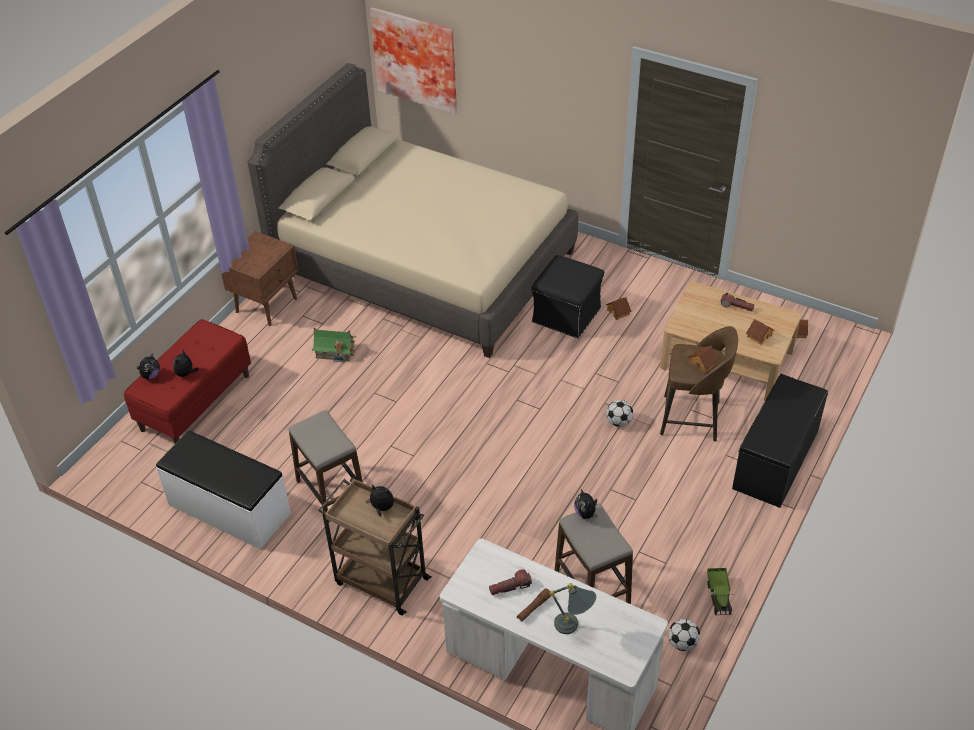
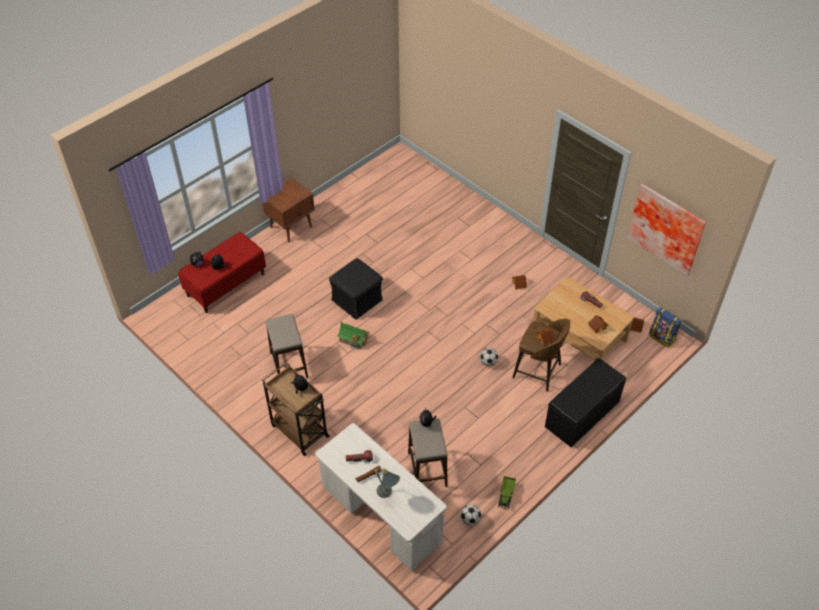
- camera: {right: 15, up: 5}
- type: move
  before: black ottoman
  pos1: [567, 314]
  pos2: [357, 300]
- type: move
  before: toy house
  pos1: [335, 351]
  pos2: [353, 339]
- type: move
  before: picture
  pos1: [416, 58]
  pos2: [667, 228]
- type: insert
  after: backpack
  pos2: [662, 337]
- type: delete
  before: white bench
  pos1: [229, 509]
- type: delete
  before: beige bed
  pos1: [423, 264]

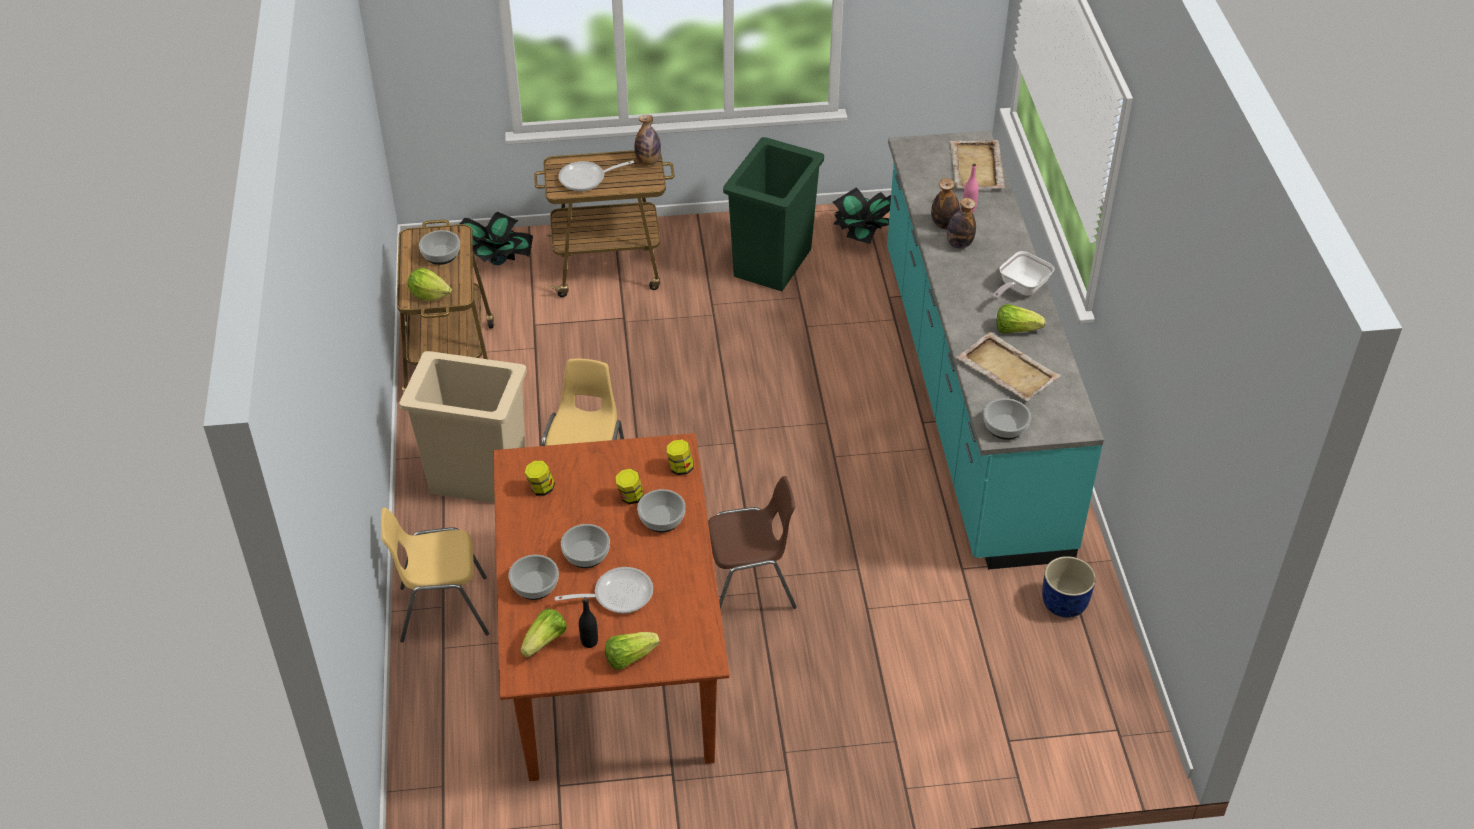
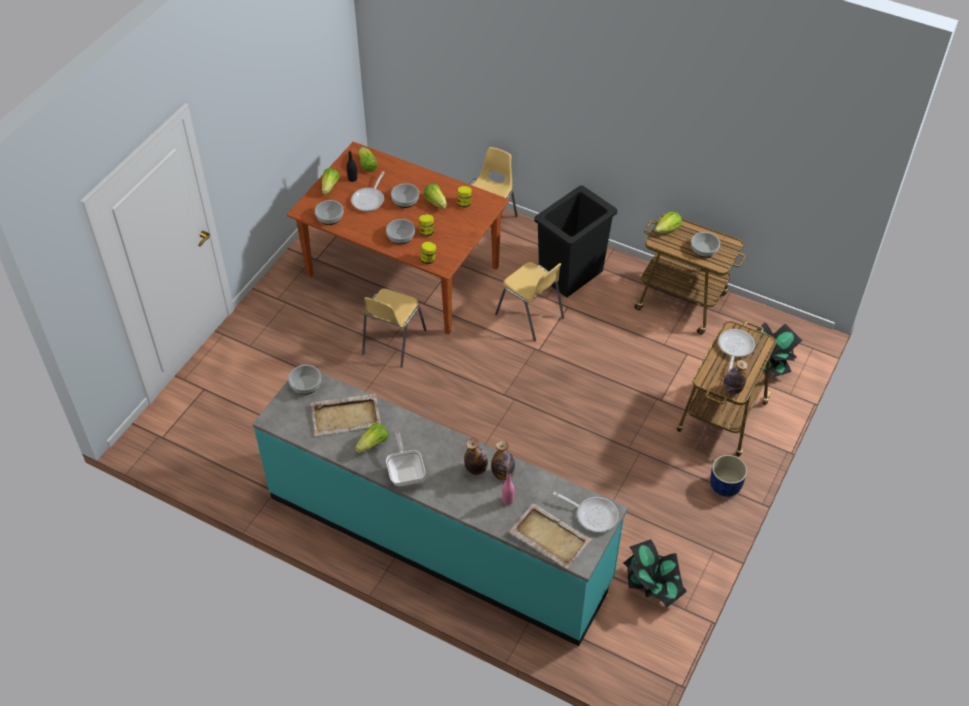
- camera: {right: 125, up: 5}
- type: move
  before: bowl
  pos1: [535, 585]
  pos2: [329, 217]
- type: recolor
  before: brown chair
  after: yellow chair
  pos1: [748, 589]
  pos2: [393, 342]
- type: insert
  after: lettuce
  pos2: [435, 202]
- type: recolor
  before: beige trash can
  after: black trash can
  pos1: [477, 477]
  pos2: [572, 274]
- type: insert
  after: frying pan
  pos2: [593, 514]
- type: move
  before: blue planter
  pos1: [1064, 603]
  pos2: [725, 486]
- type: delete
  before: green trash can
  pos1: [771, 263]

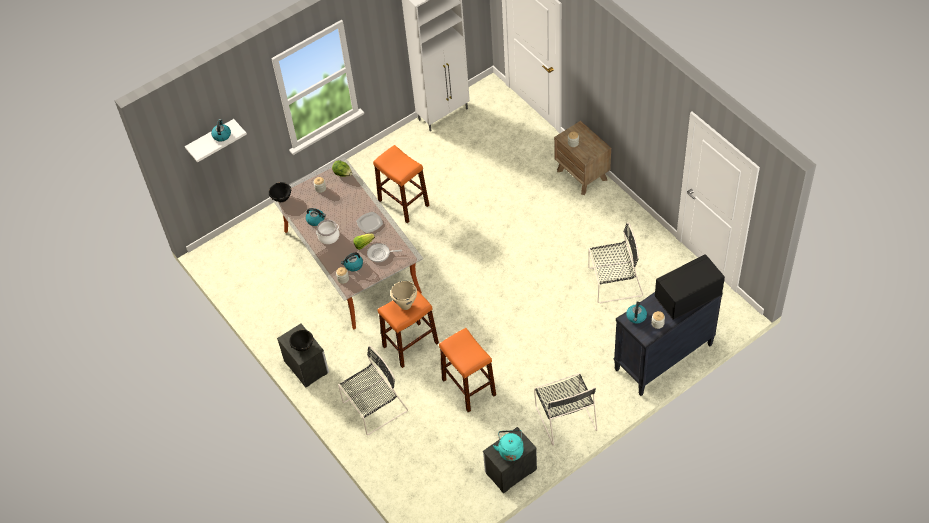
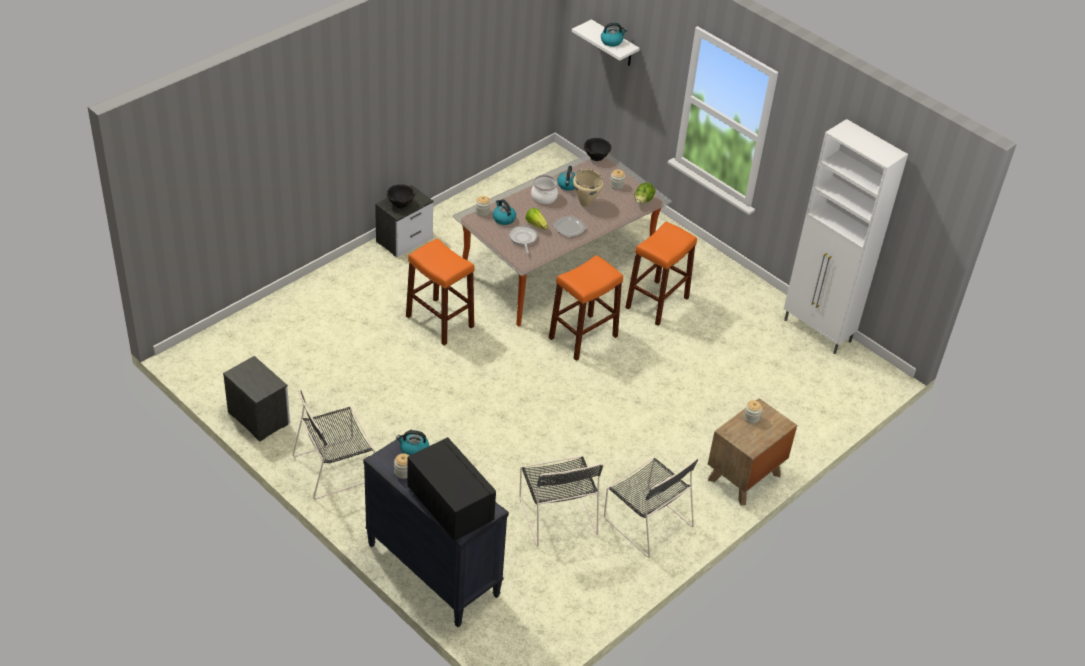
- camera: {right: 75, up: -10}
- type: move
  before: orange stool
  pos1: [469, 387]
  pos2: [583, 337]
- type: move
  before: beige cooking pot
  pos1: [405, 305]
  pos2: [586, 203]
- type: move
  before: black chair
  pos1: [373, 408]
  pos2: [646, 520]
- type: delete
  before: turquoise kettle
  pos1: [510, 450]

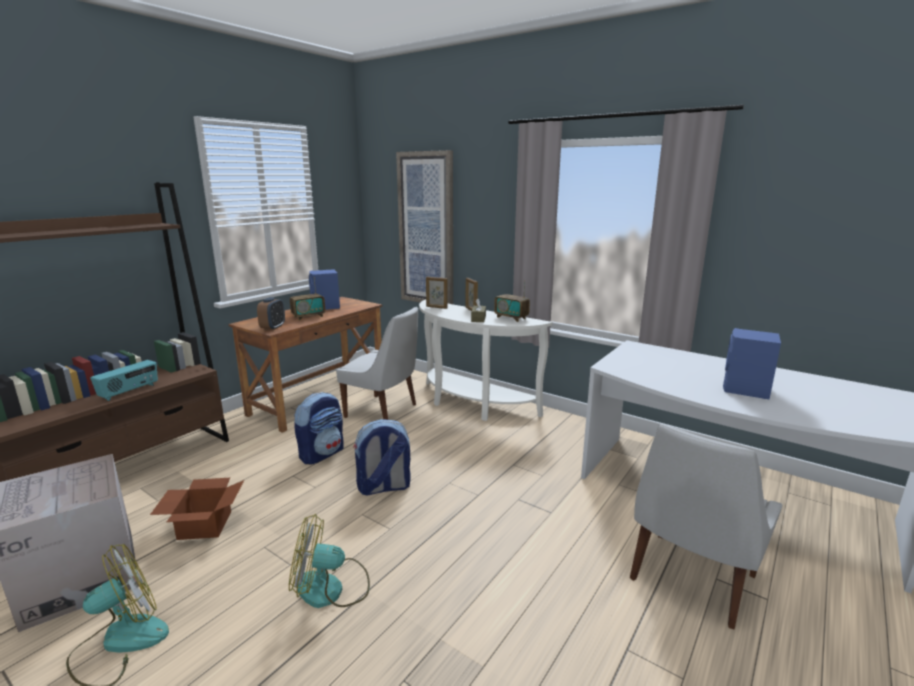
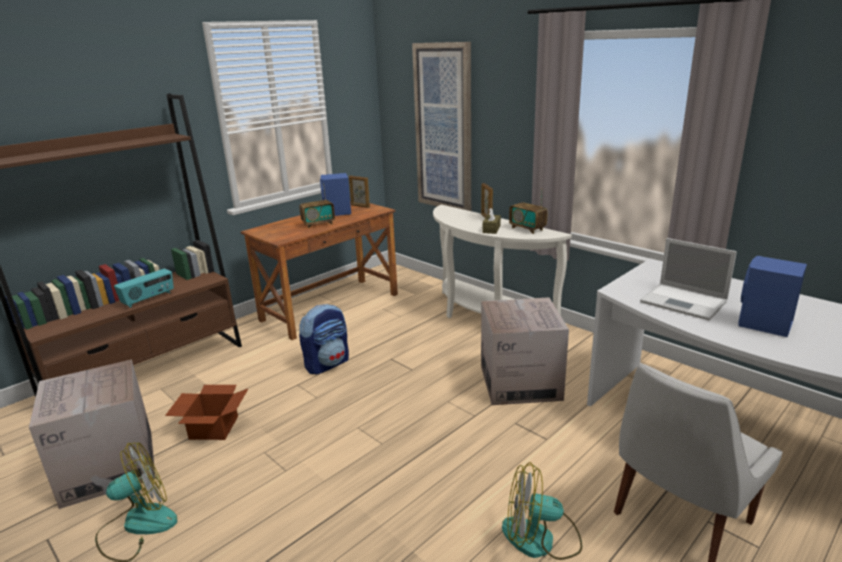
- camera: {right: 10, up: 5}
- type: move
  before: picture frame
  pos1: [436, 307]
  pos2: [360, 206]
- type: insert
  after: cardboard box
  pos2: [520, 382]
- type: move
  before: fan
  pos1: [331, 589]
  pos2: [540, 538]
- type: insert
  after: laptop
  pos2: [685, 302]
- type: delete
  before: alarm clock
  pos1: [273, 327]
- type: delete
  before: white chair
  pos1: [383, 411]
- type: delete
  before: backpack
  pos1: [384, 487]

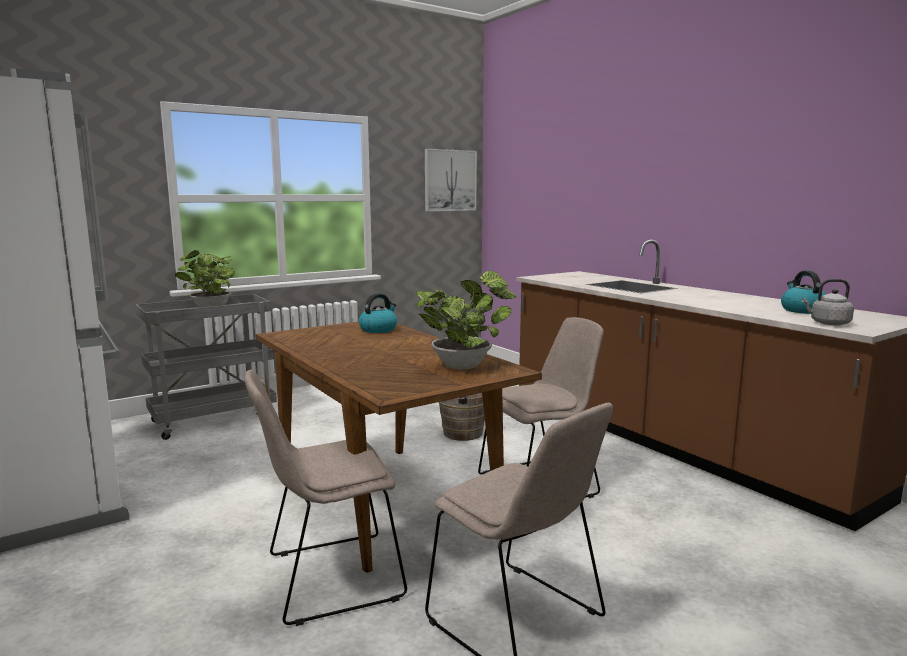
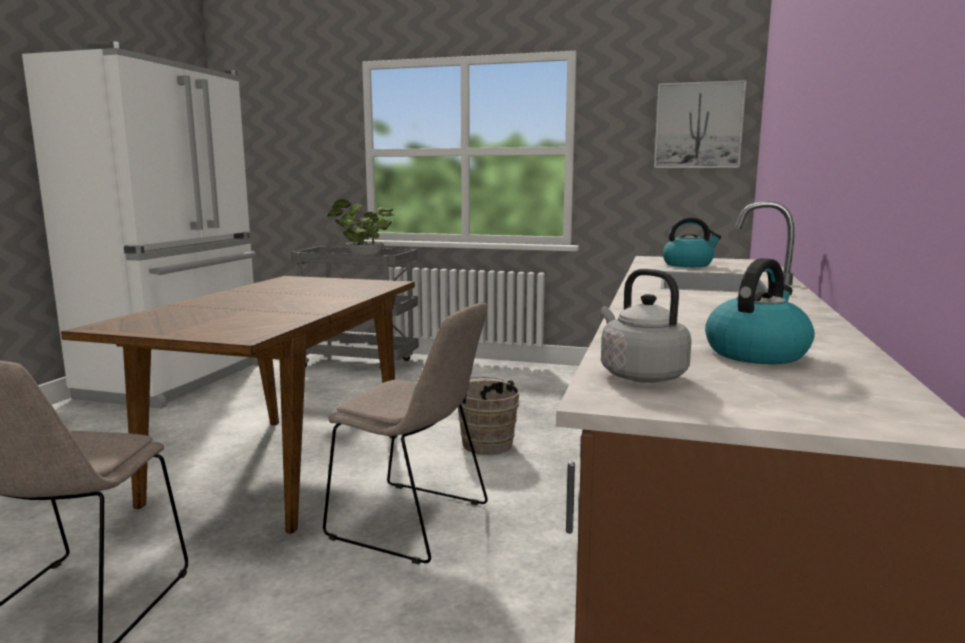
- camera: {right: 50, up: 0}
- type: move
  before: kettle
  pos1: [378, 329]
  pos2: [688, 264]
- type: delete
  before: beige chair
  pos1: [328, 578]
- type: delete
  before: potted plant
  pos1: [465, 365]

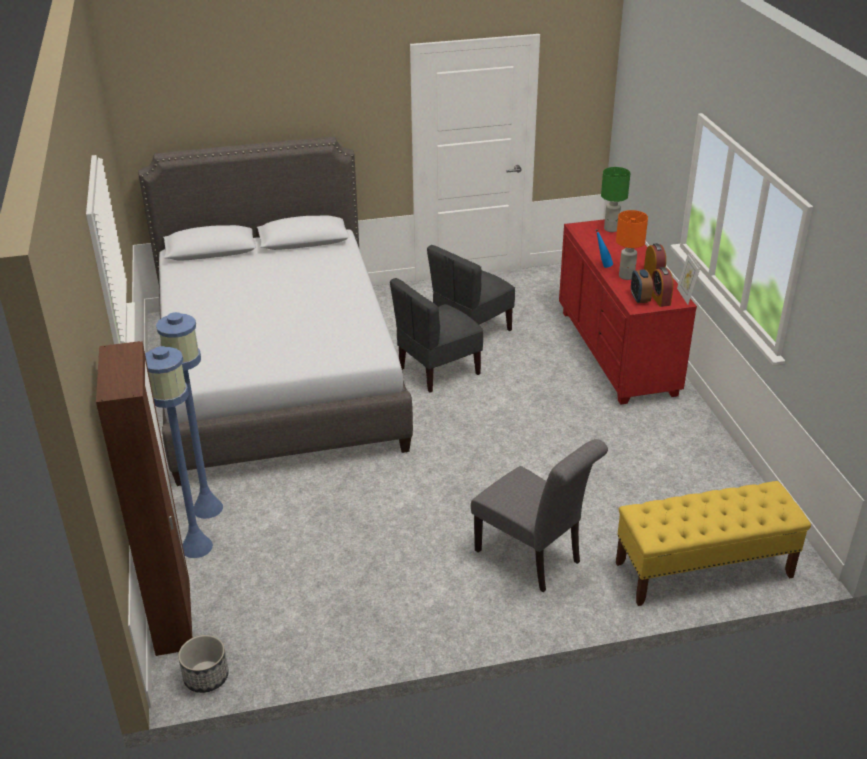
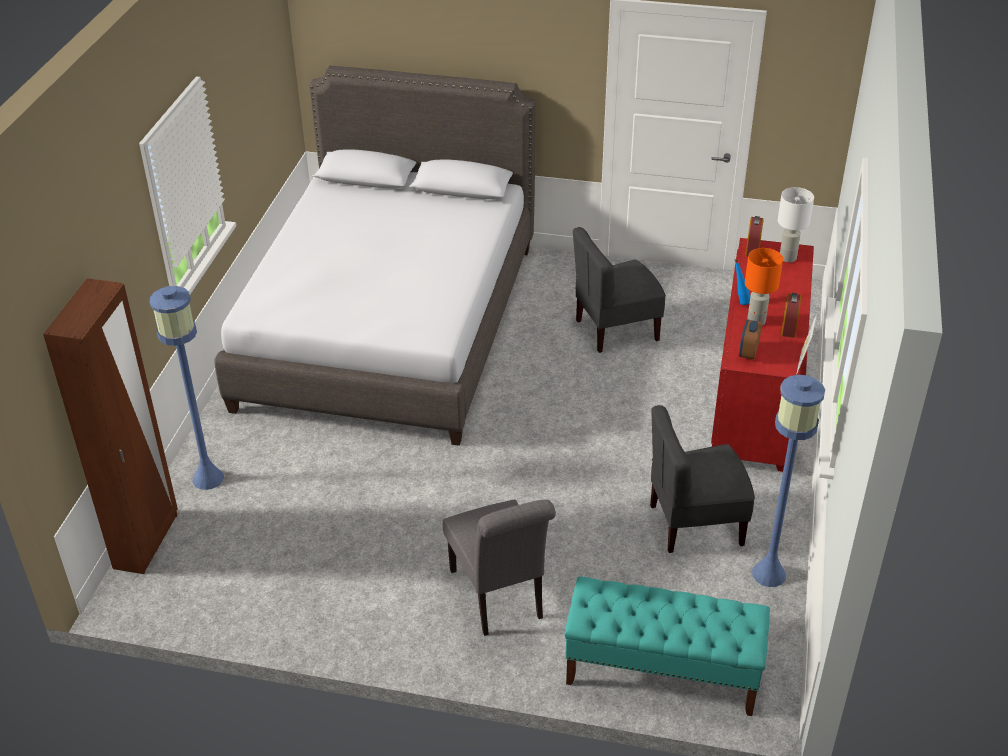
- camera: {right: 25, up: 5}
- type: recolor
  before: yellow bench
  after: turquoise bench
  pos1: [703, 570]
  pos2: [661, 672]
- type: move
  before: grey chair
  pos1: [438, 371]
  pos2: [695, 524]
- type: move
  before: alarm clock
  pos1: [660, 299]
  pos2: [752, 249]
- type: move
  before: blue floor lamp
  pos1: [207, 508]
  pos2: [768, 574]
- type: recolor
  before: green table lamp
  after: white table lamp
  pos1: [611, 229]
  pos2: [788, 258]
- type: delete
  before: planter
  pos1: [206, 677]

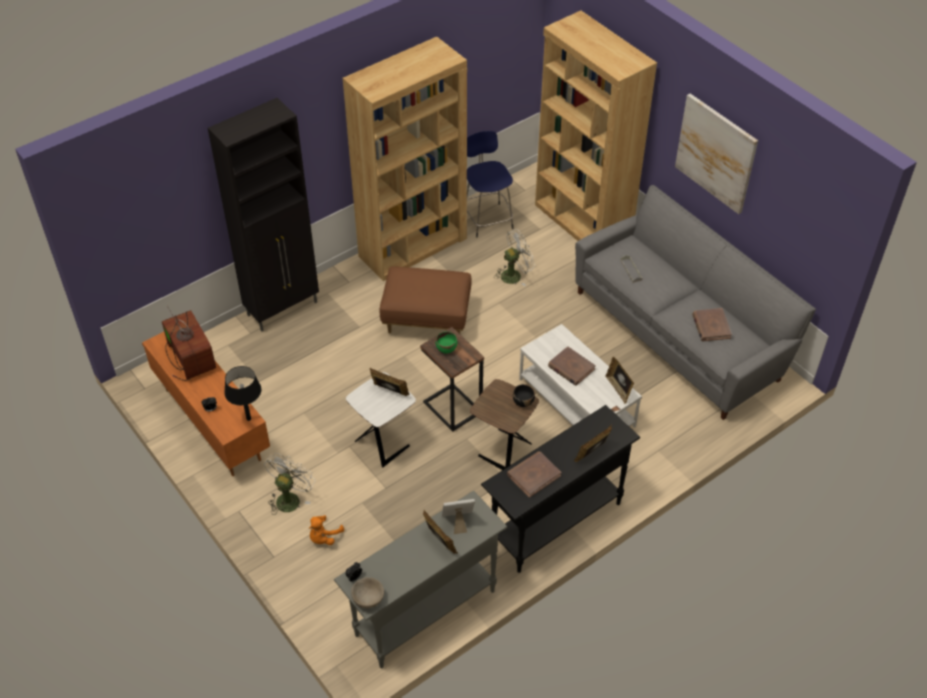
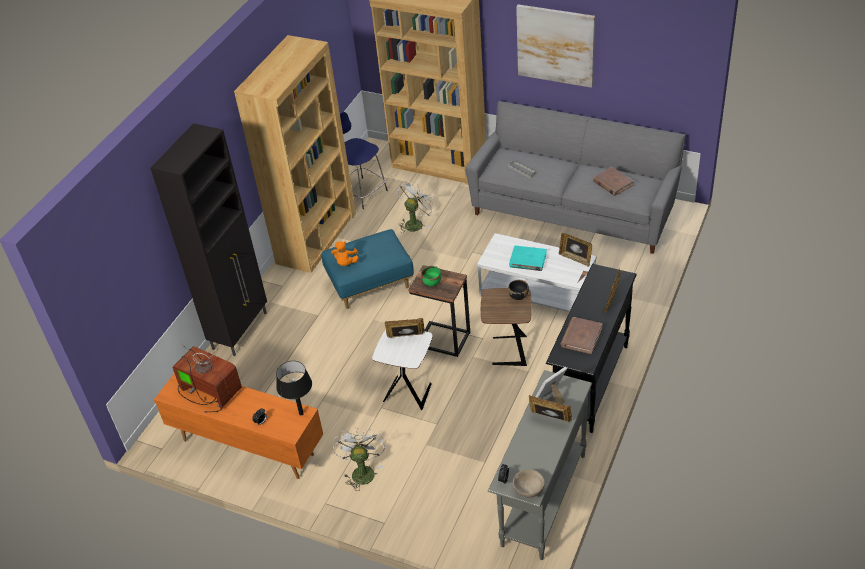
- camera: {right: -25, up: -5}
- type: recolor
  before: brown ottoman
  after: blue ottoman
  pos1: [426, 320]
  pos2: [370, 286]
- type: move
  before: orange plush toy
  pos1: [324, 537]
  pos2: [346, 263]
- type: recolor
  before: brown book
  after: turquoise book
  pos1: [571, 368]
  pos2: [527, 260]

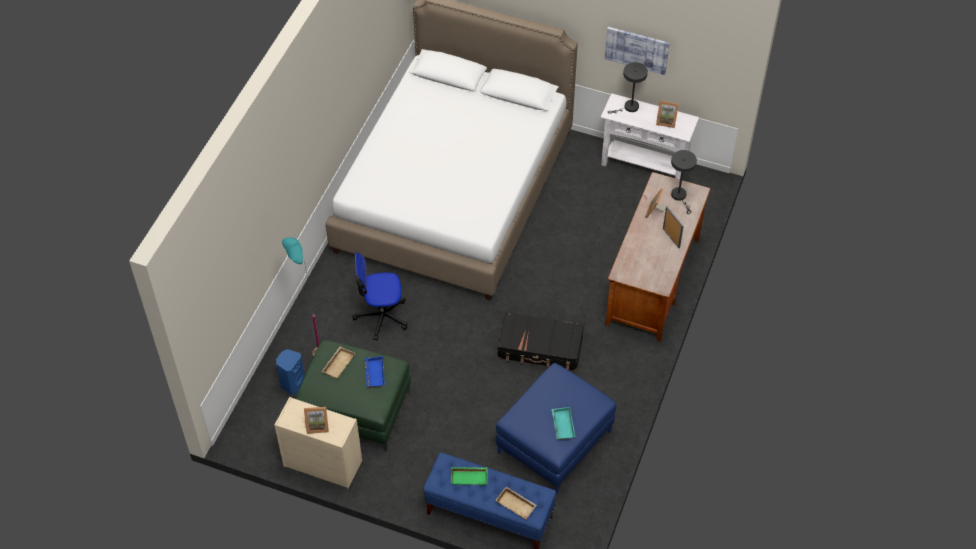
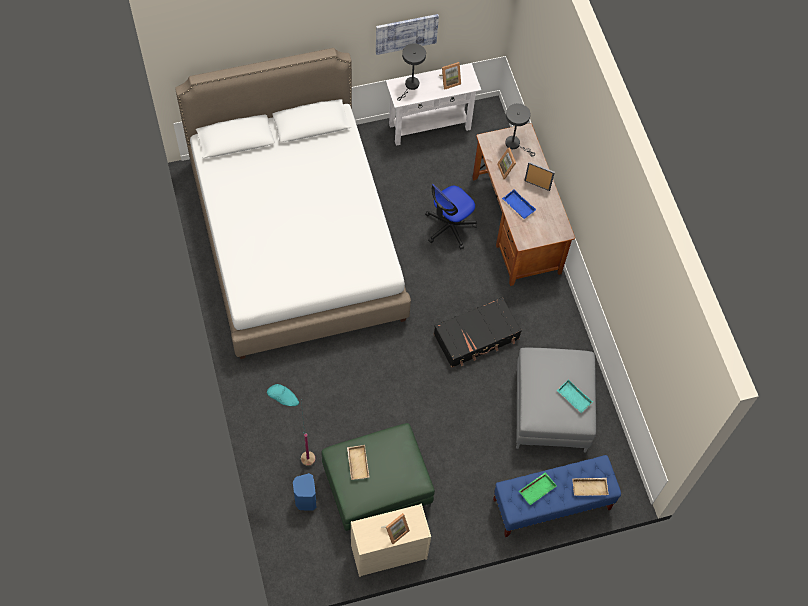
- camera: {right: -40, up: 10}
- type: move
  before: office chair
  pos1: [381, 316]
  pos2: [449, 227]
- type: move
  before: blue tray
  pos1: [373, 373]
  pos2: [517, 206]
- type: recolor
  before: blue ottoman
  after: grey ottoman
  pos1: [555, 442]
  pos2: [551, 410]

